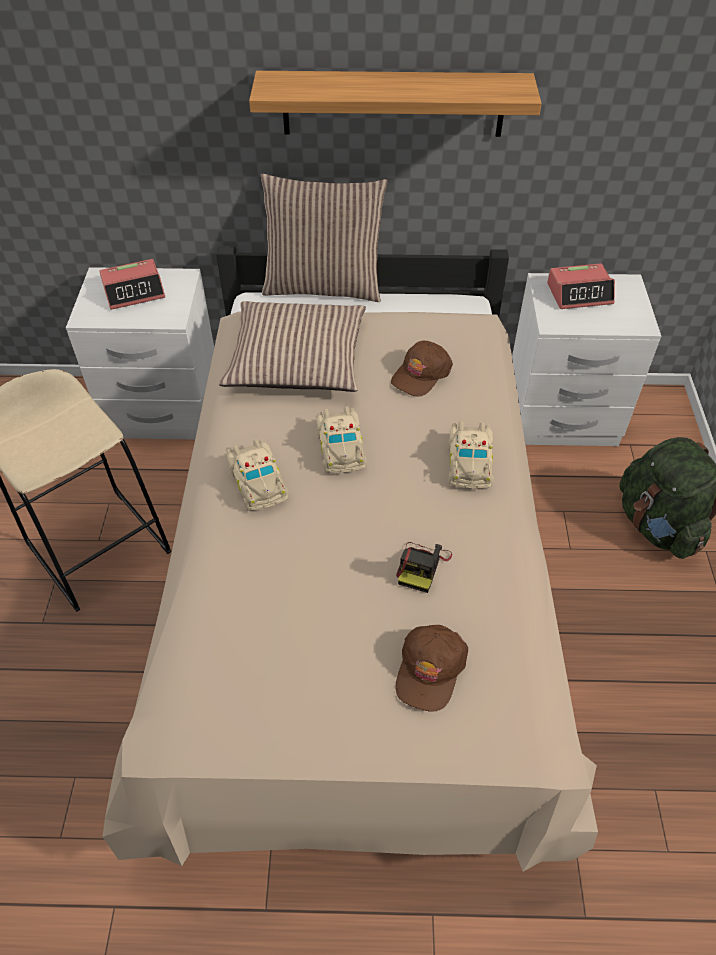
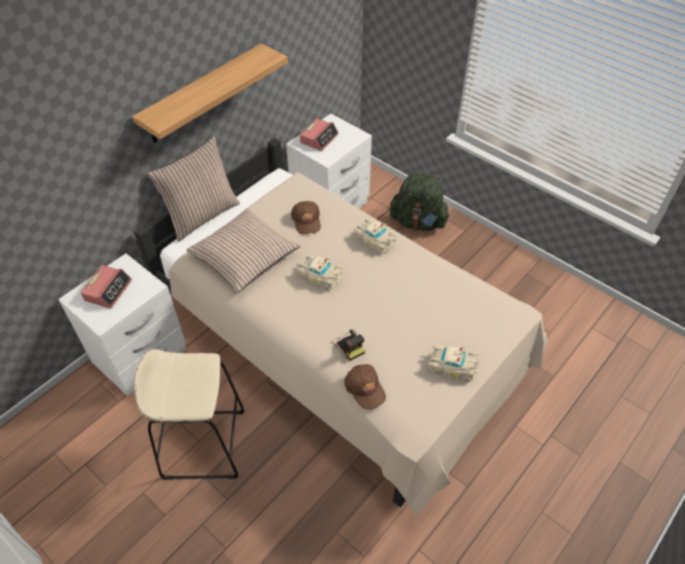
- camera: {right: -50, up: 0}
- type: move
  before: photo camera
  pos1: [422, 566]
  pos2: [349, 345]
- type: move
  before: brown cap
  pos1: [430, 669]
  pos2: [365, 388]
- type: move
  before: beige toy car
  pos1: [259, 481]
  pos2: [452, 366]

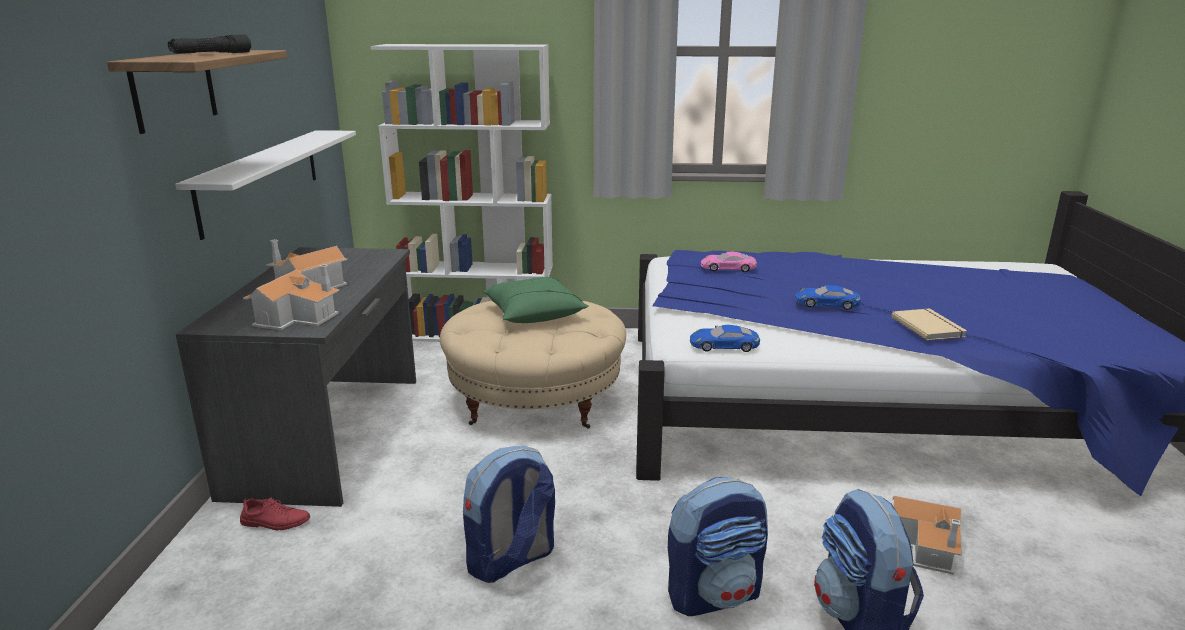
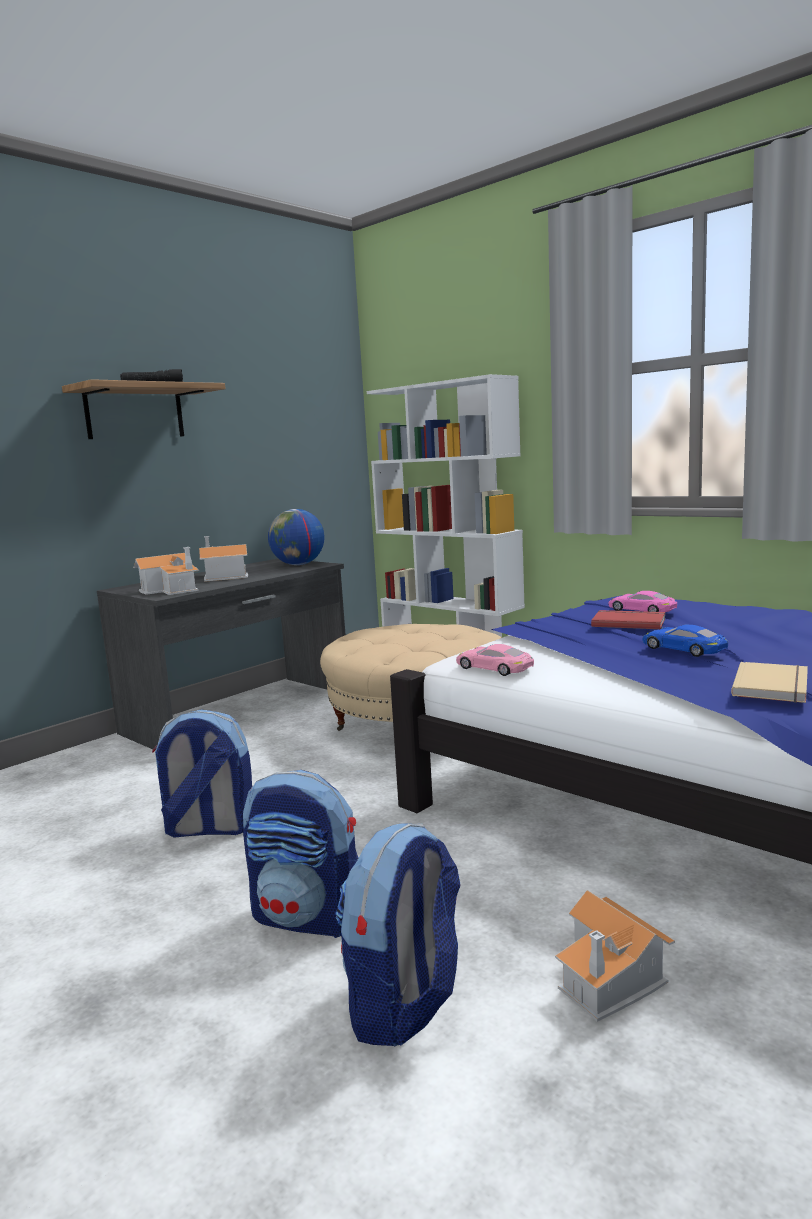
- camera: {right: 40, up: -10}
- type: insert
  after: globe
  pos2: [298, 565]
- type: recolor
  before: blue toy car
  after: pink toy car
  pos1: [724, 345]
  pos2: [494, 668]
- type: insert
  after: red book
  pos2: [628, 622]
- type: delete
  before: white shelf
  pos1: [261, 179]
- type: delete
  before: red shoe
  pos1: [275, 522]
- type: delete
  before: green pillow
  pos1: [534, 314]

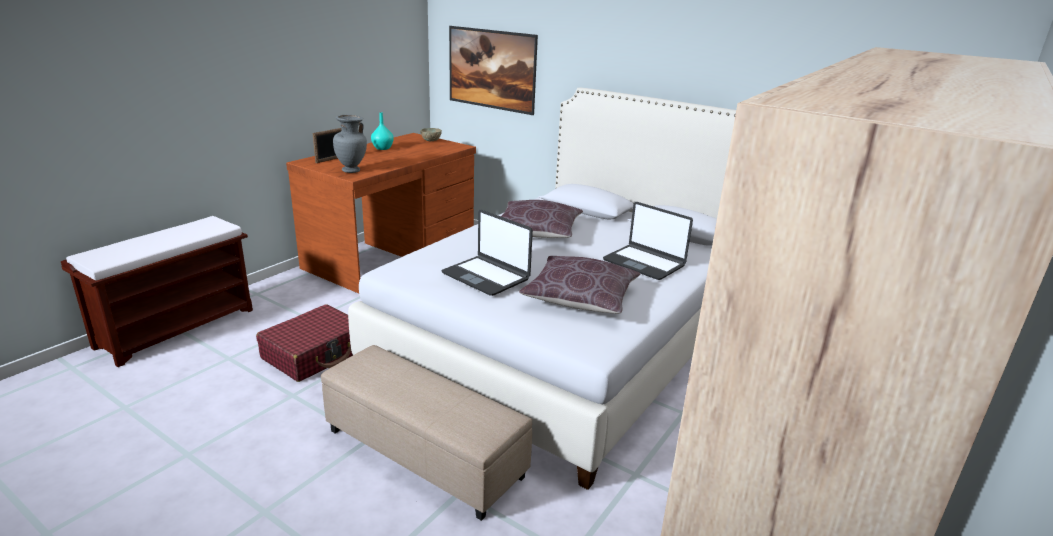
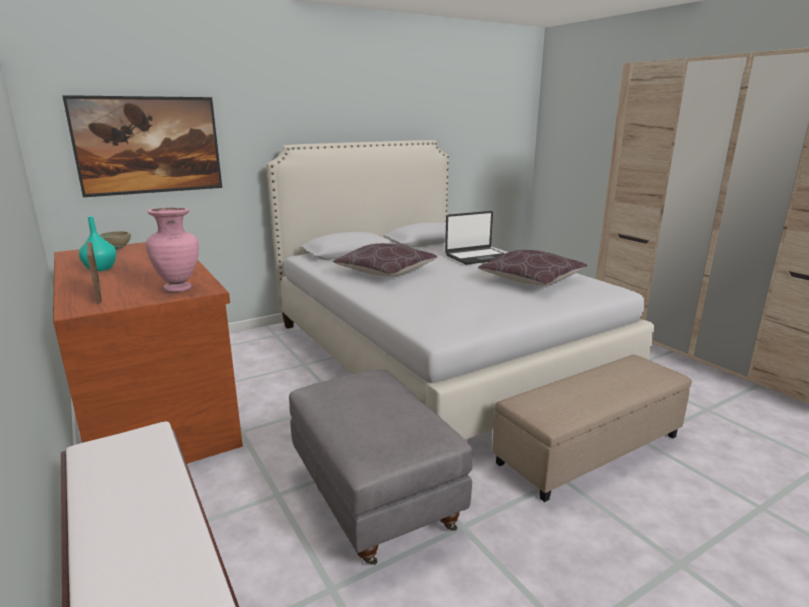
- camera: {right: -65, up: -5}
- type: recolor
  before: grey vase
  after: pink vase
  pos1: [352, 171]
  pos2: [179, 288]
- type: replace
  before: red suitcase
  after: grey ottoman
  pos1: [315, 354]
  pos2: [373, 499]
- type: delete
  before: laptop
  pos1: [486, 276]

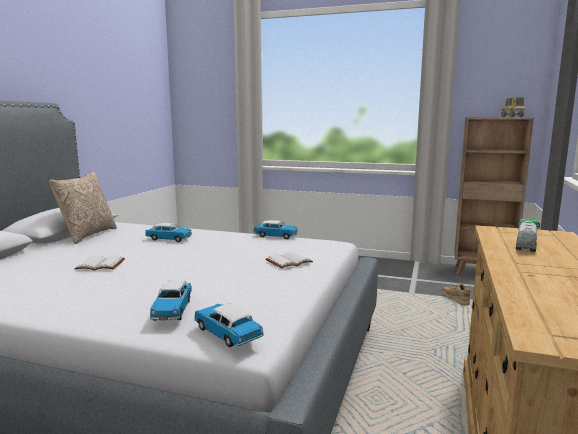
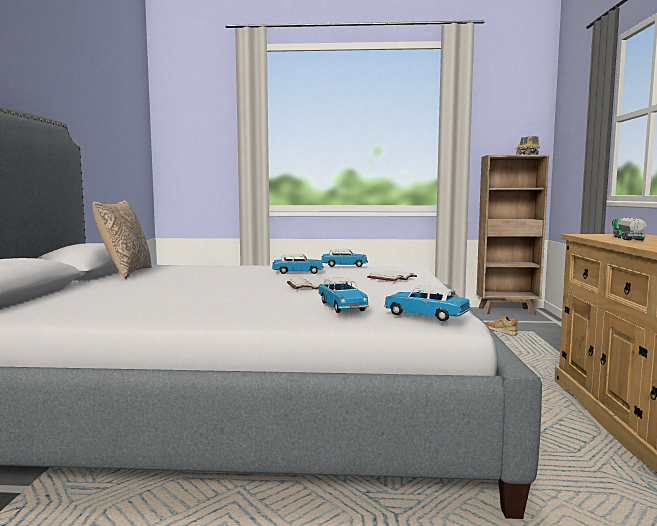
- camera: {right: -15, up: -5}
- type: move
  before: toy car
  pos1: [169, 239]
  pos2: [298, 272]
- type: move
  before: white book
  pos1: [101, 264]
  pos2: [311, 285]

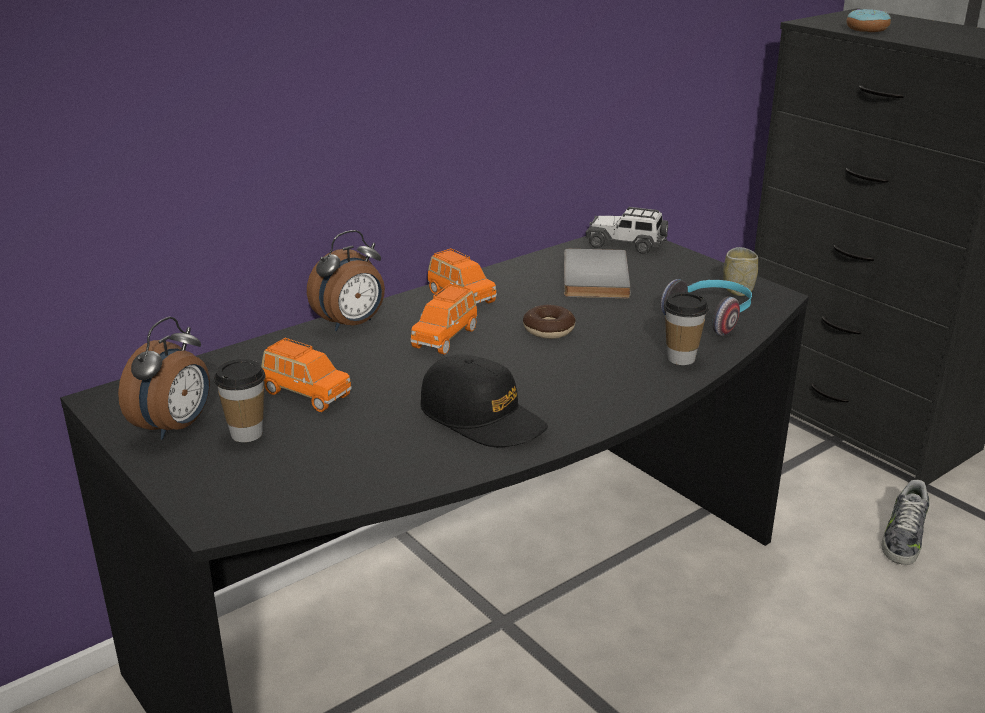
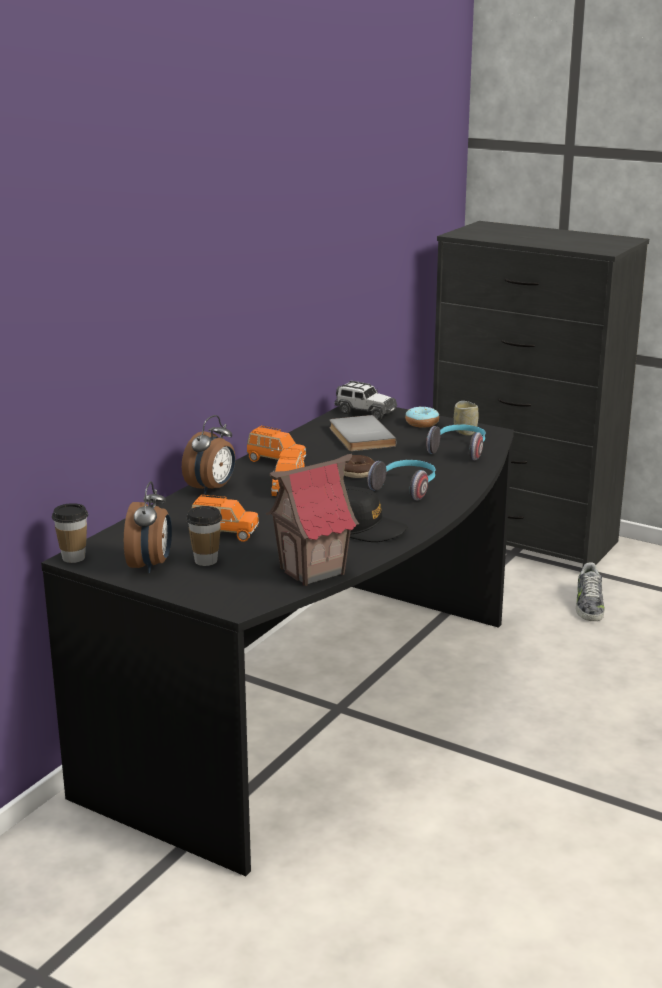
- camera: {right: -20, up: -5}
- type: move
  before: cup
  pos1: [681, 358]
  pos2: [73, 558]
- type: insert
  after: toy house
  pos2: [313, 571]
- type: rotate
  before: toy car
  pos1: [626, 244]
  pos2: [365, 412]
  turn: -150
- type: insert
  after: headphones
  pos2: [406, 488]
- type: move
  before: donut
  pos1: [867, 29]
  pos2: [422, 423]

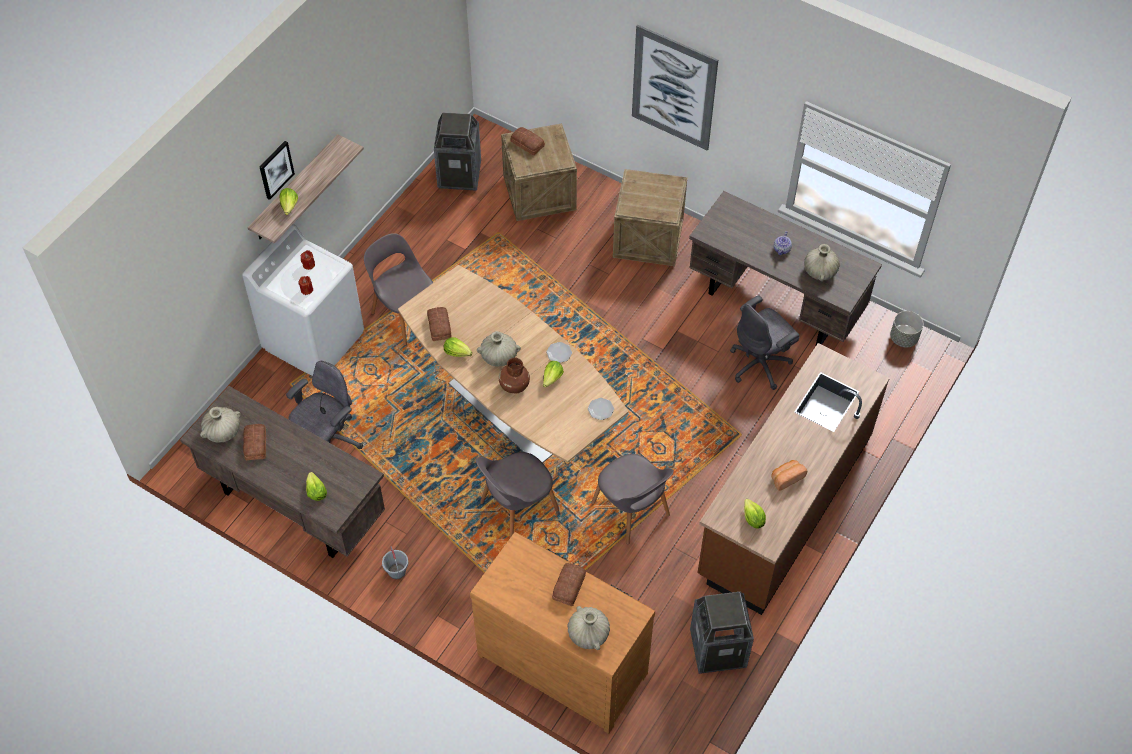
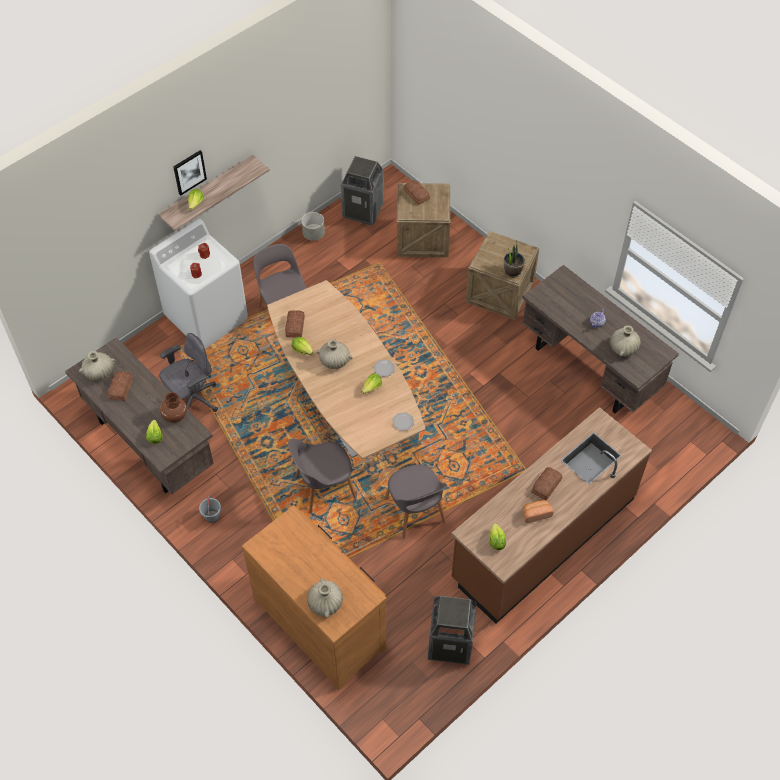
- camera: {right: 15, up: 0}
- type: move
  before: brown vase
  pos1: [514, 385]
  pos2: [174, 415]
- type: move
  before: grey planter
  pos1: [904, 338]
  pos2: [314, 234]
- type: insert
  after: potted plant
  pos2: [512, 271]
- type: move
  before: bread
  pos1: [568, 586]
  pos2: [545, 485]
- type: delete
  before: picture
  pos1: [673, 88]
- type: delete
  before: grey office chair
  pos1: [760, 364]

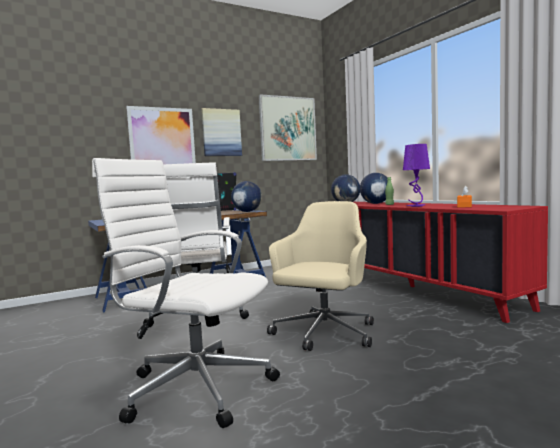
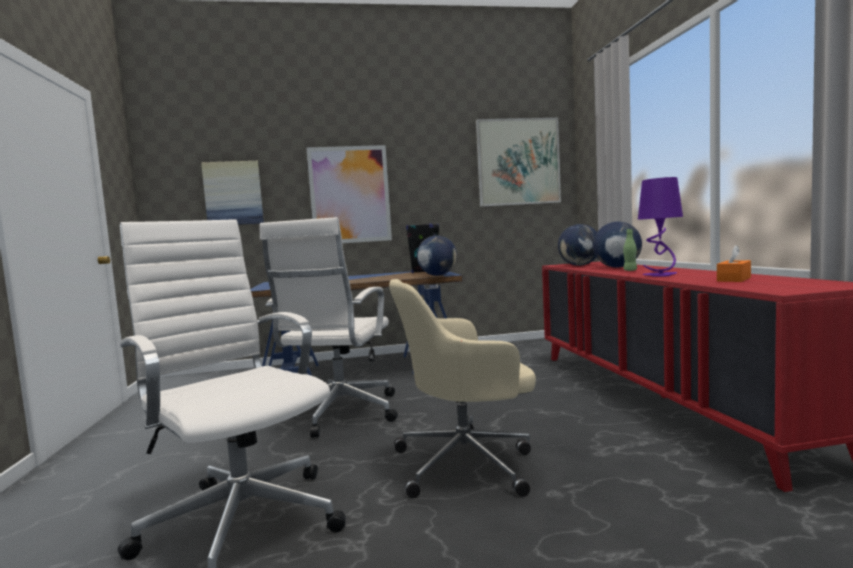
- camera: {right: 20, up: 0}
- type: move
  before: picture
  pos1: [221, 132]
  pos2: [233, 193]
- type: rotate
  before: beige office chair
  pos1: [323, 334]
  pos2: [467, 462]
  turn: -150

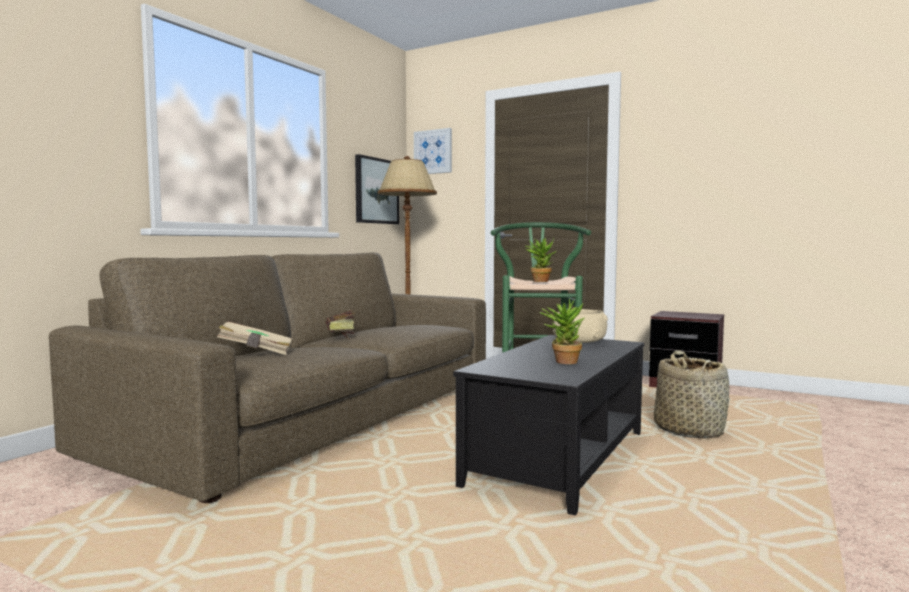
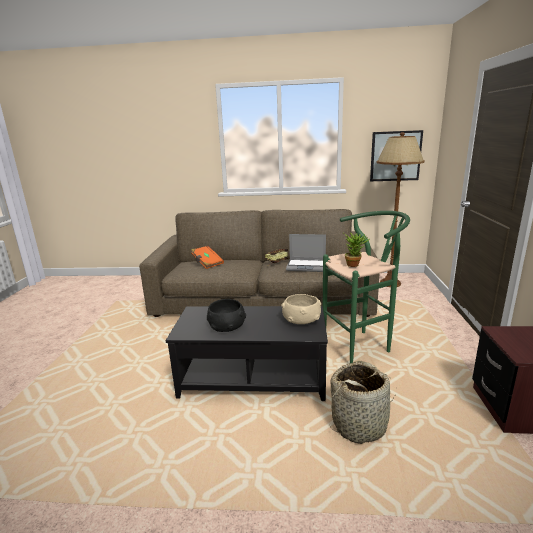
- camera: {right: 65, up: 15}
- type: recolor
  before: beige book
  after: orange book
  pos1: [256, 352]
  pos2: [207, 263]
- type: replace
  before: potted plant
  after: black bowl
  pos1: [562, 361]
  pos2: [227, 325]
- type: insert
  after: laptop
  pos2: [306, 266]
- type: delete
  before: picture
  pos1: [433, 152]

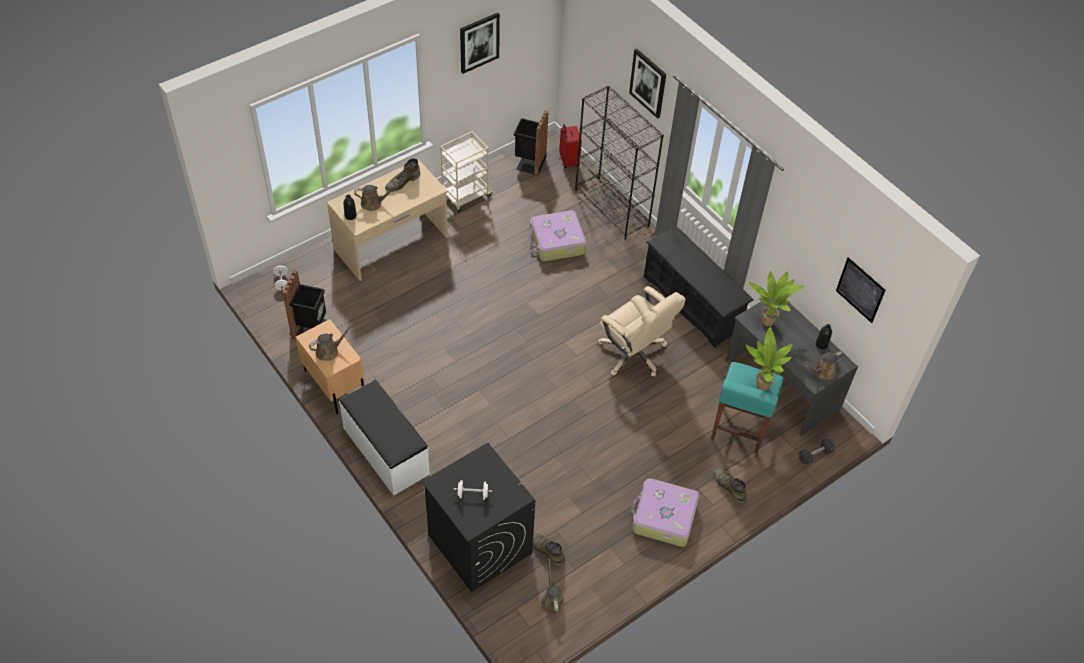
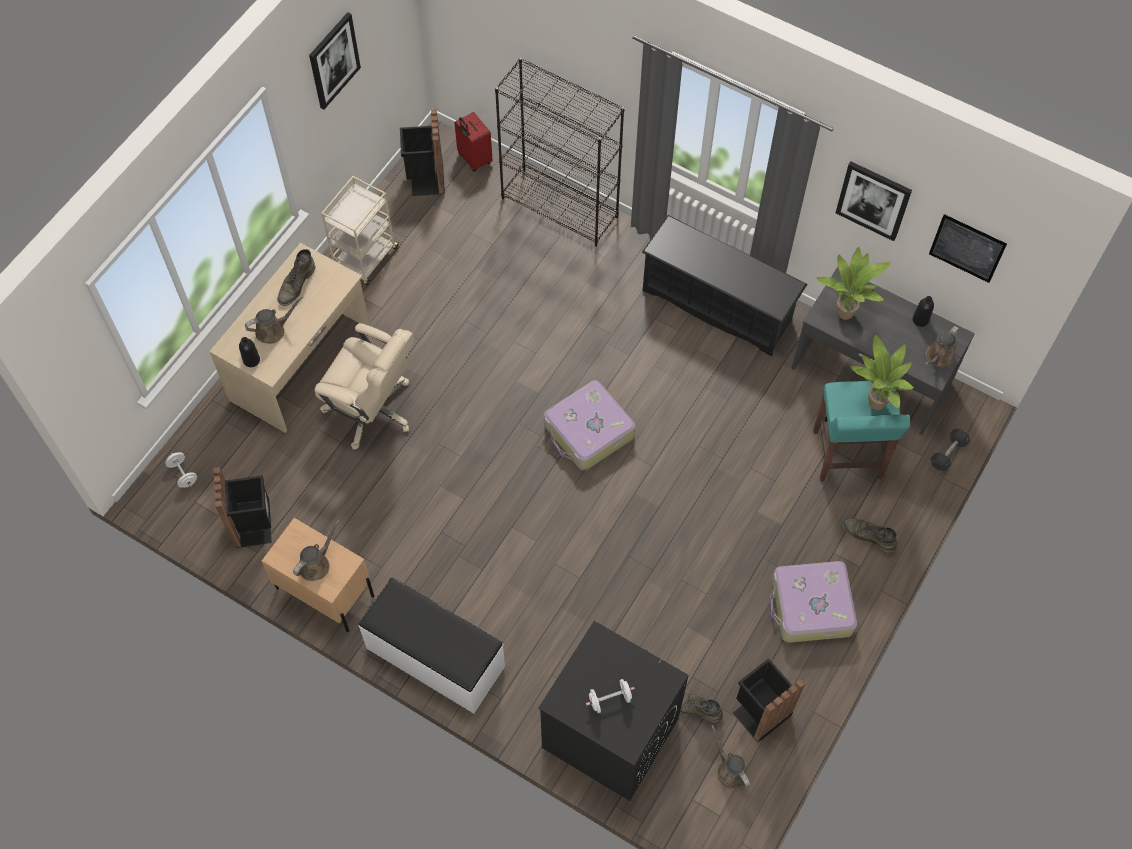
- camera: {right: -20, up: 10}
- type: move
  before: beige office chair
  pos1: [634, 354]
  pos2: [372, 409]
- type: move
  before: suitcase
  pos1: [556, 242]
  pos2: [588, 432]
- type: insert
  after: black trash can
  pos2: [759, 712]
- type: move
  before: picture
  pos1: [648, 83]
  pos2: [873, 200]

